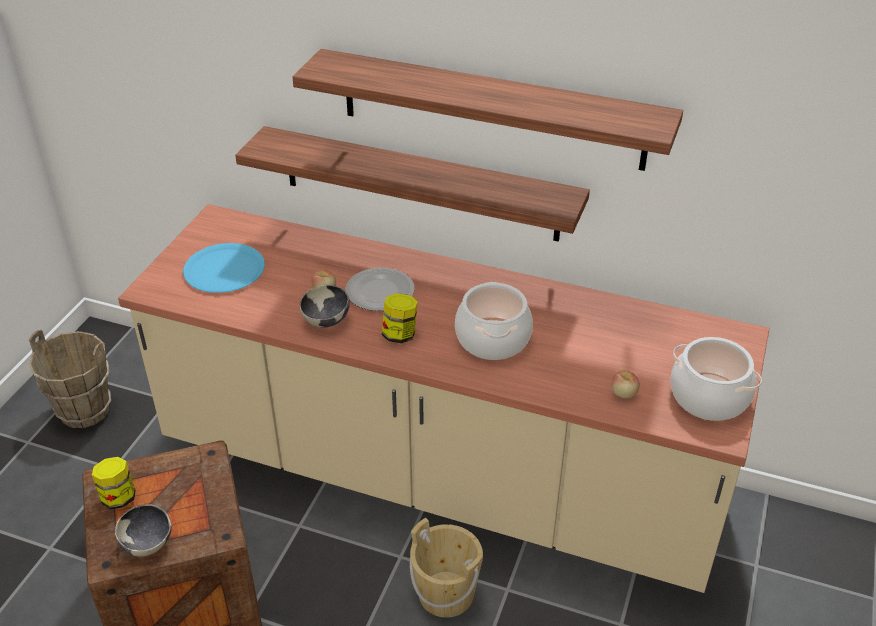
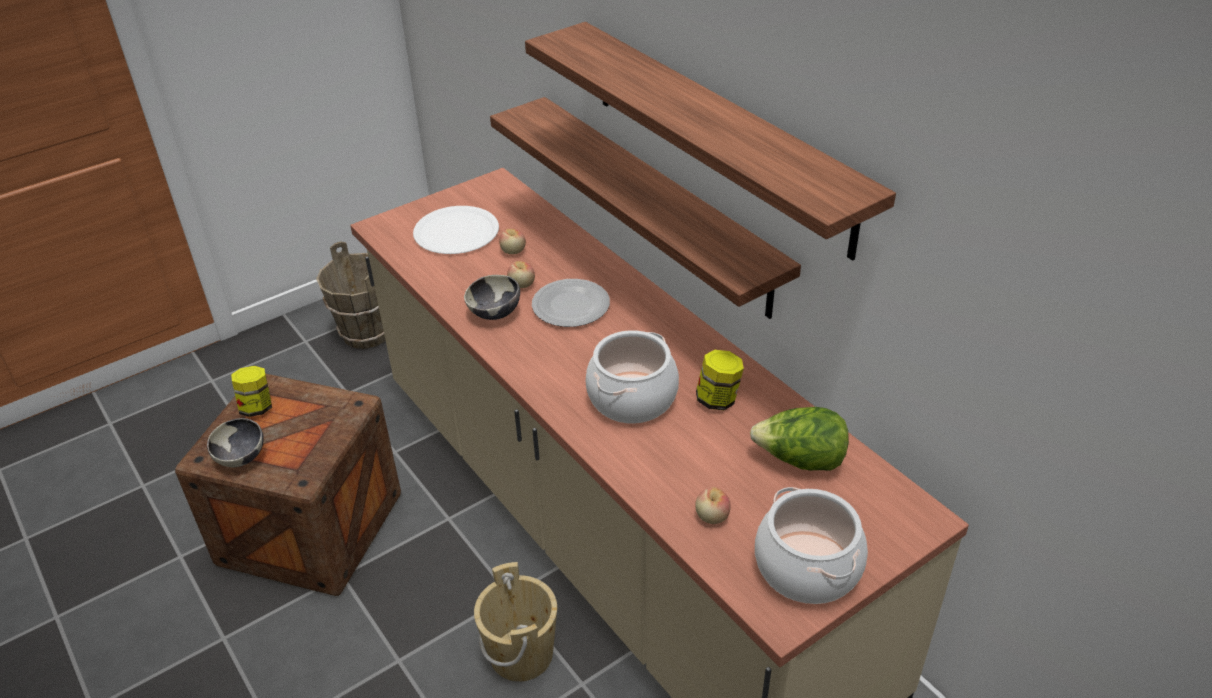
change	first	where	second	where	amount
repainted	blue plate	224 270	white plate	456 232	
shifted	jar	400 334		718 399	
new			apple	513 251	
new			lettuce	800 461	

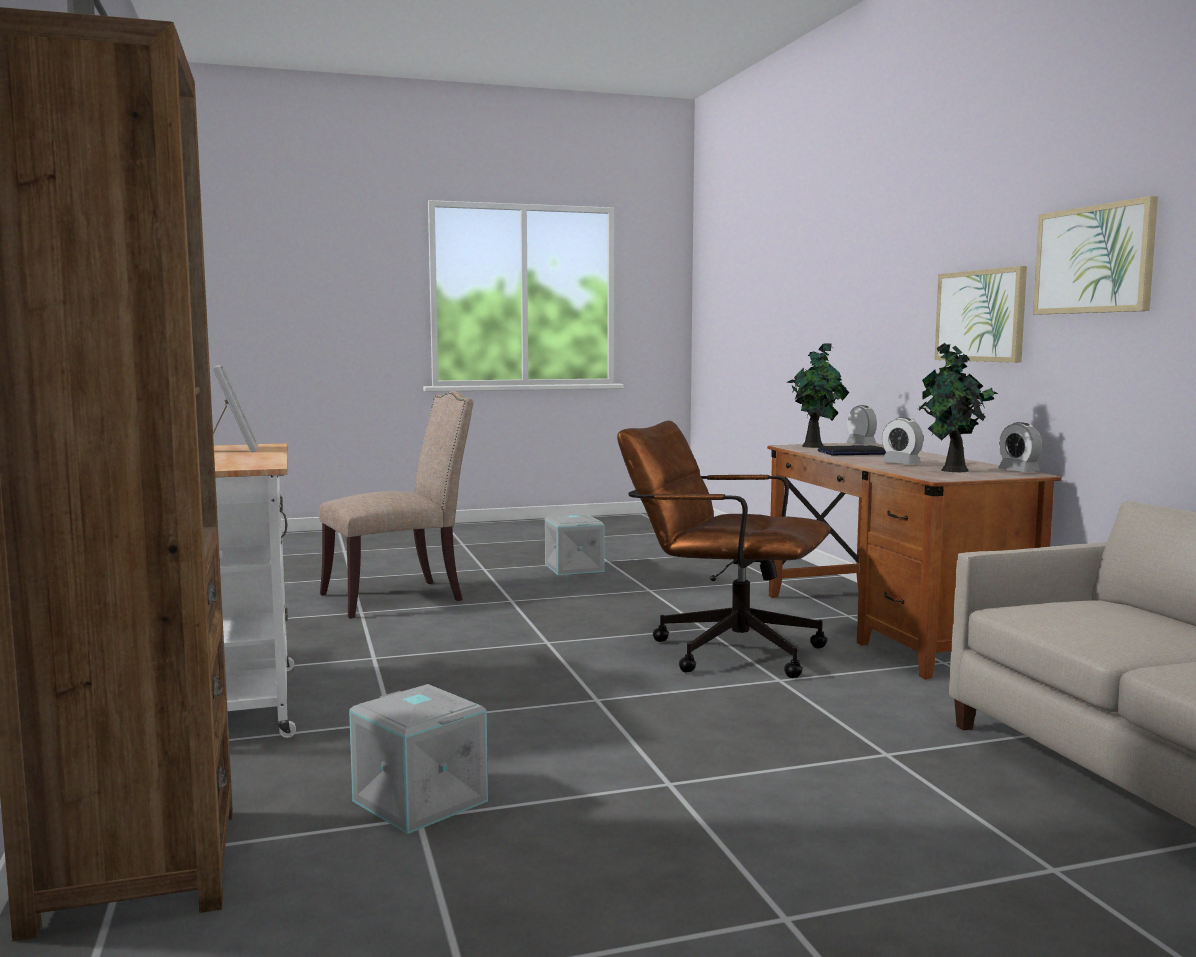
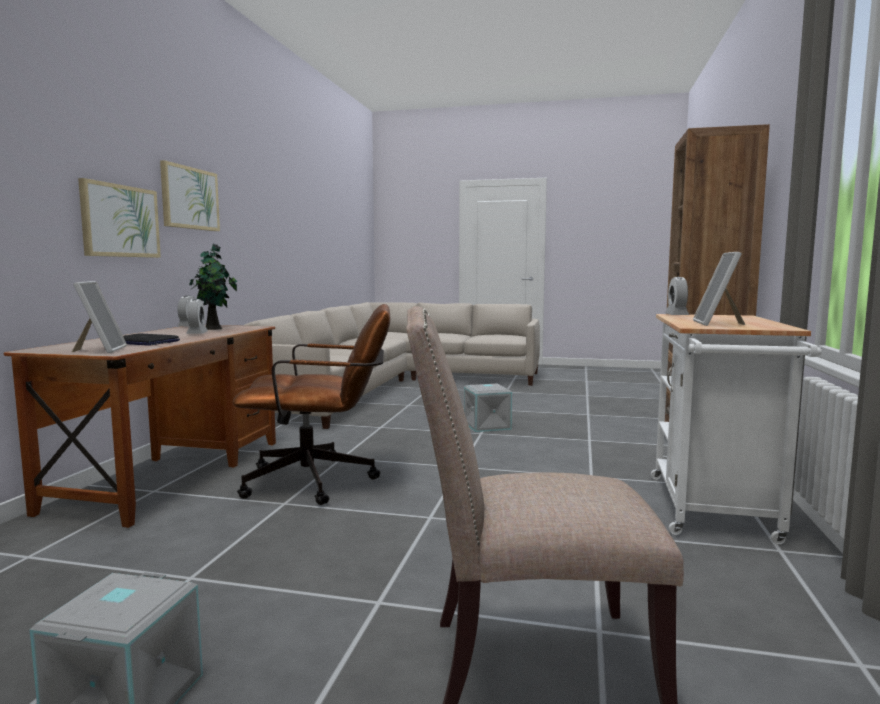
change	first	where	second	where	amount
shifted	grey storage box	417 801		488 425	
rotated	brown office chair	722 650		322 481	60 degrees counterclockwise
swapped	potted plant	815 446	picture frame	100 350	
shifted	alarm clock	861 444		676 315	

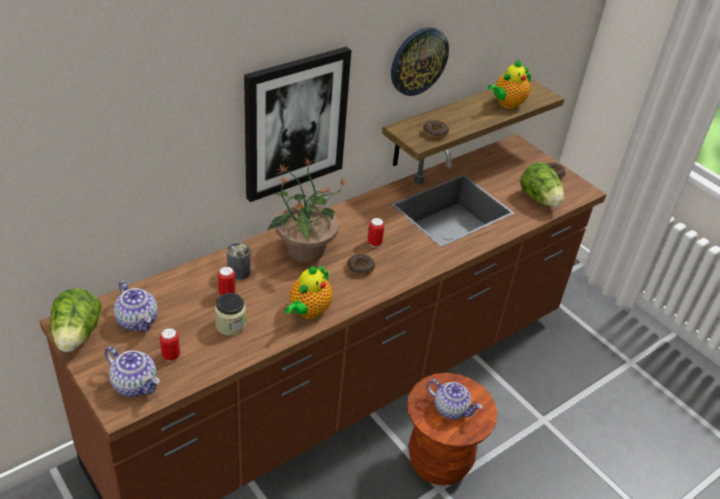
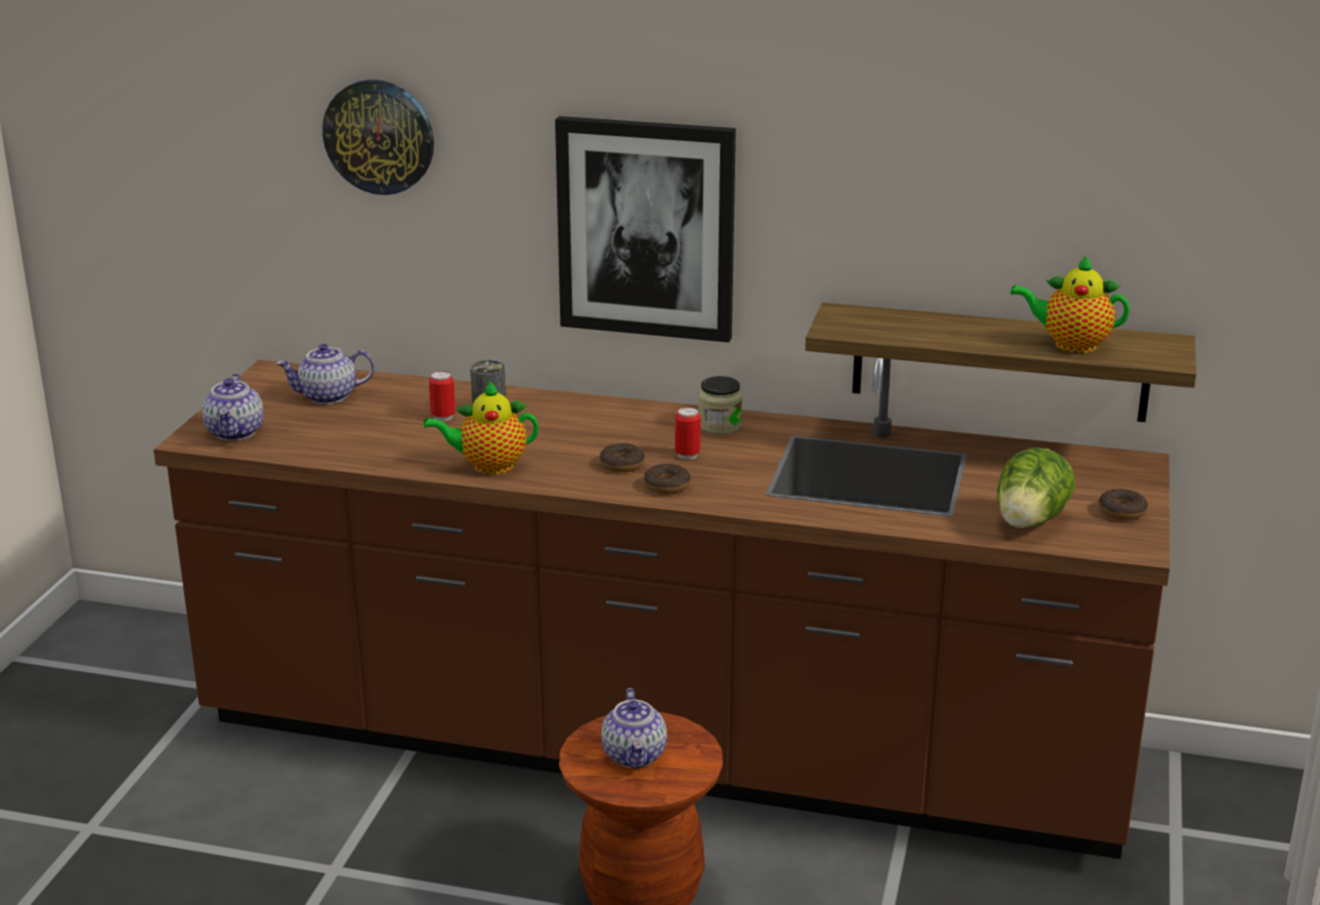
change	first	where	second	where	amount
gone	lettuce	77 335			
rotated	teapot	138 321		327 396	60 degrees clockwise
gone	can	171 356			
shifted	jar	230 325		719 426	
gone	potted plant	304 250			
shifted	wall clock	418 61		379 136	
shifted	donut	435 133		667 486	

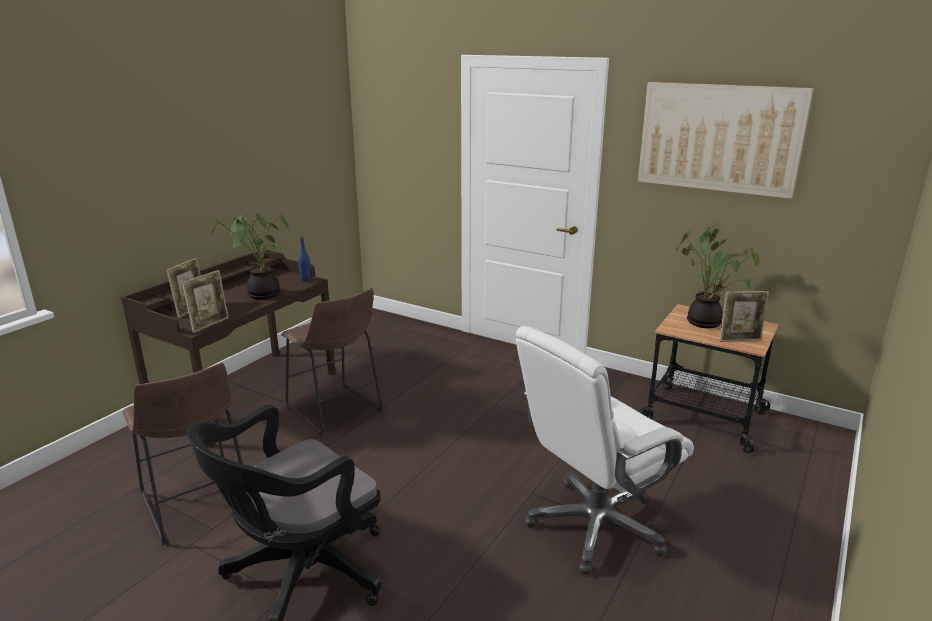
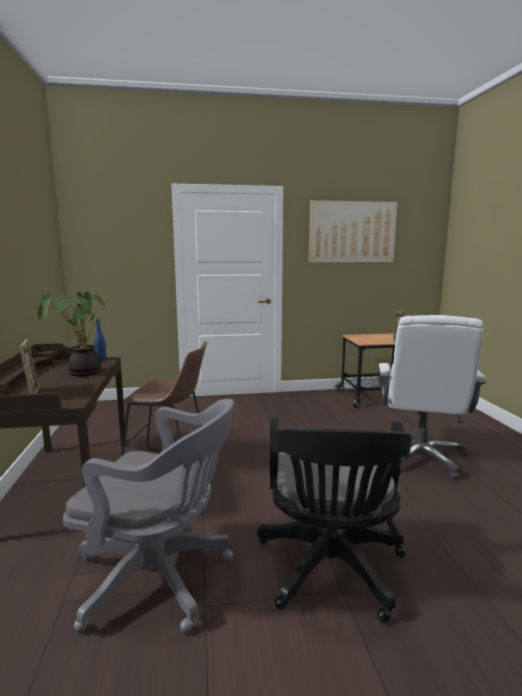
change	first	where	second	where	amount
swapped	brown stool	198 507	grey office chair	161 578	
gone	picture frame	210 324			
gone	potted plant	706 322			

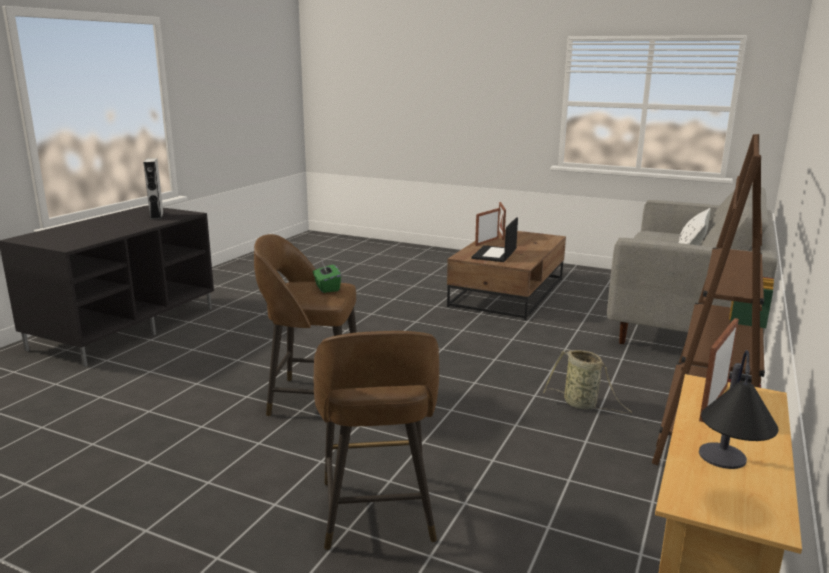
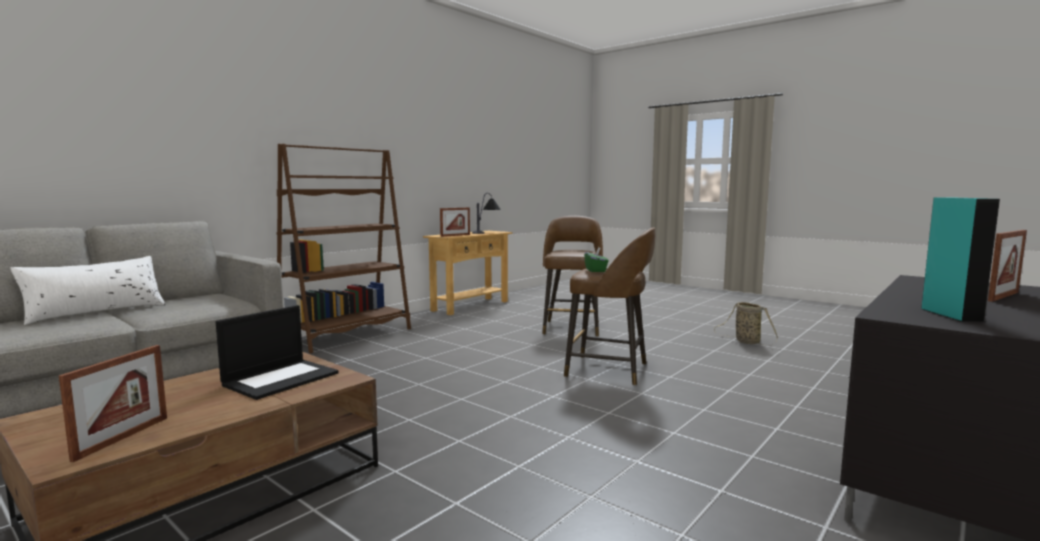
change	first	where	second	where	amount
repainted	grey speaker	156 215	turquoise speaker	951 315	
shifted	picture frame	487 242		1003 296	
shifted	basket	582 405		745 341	

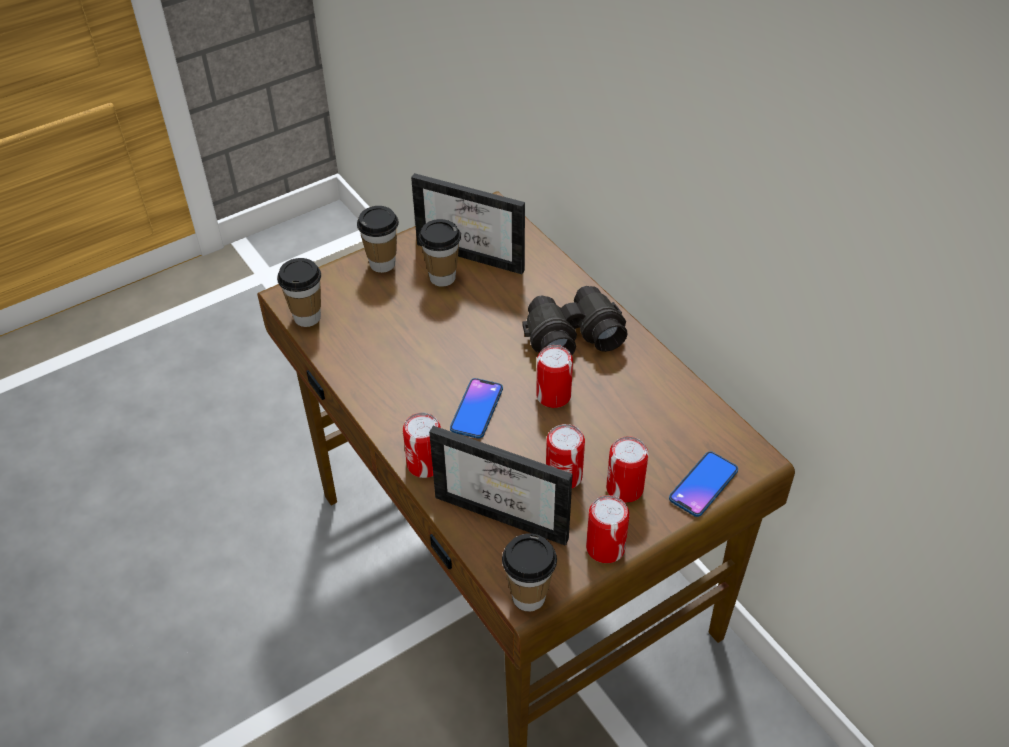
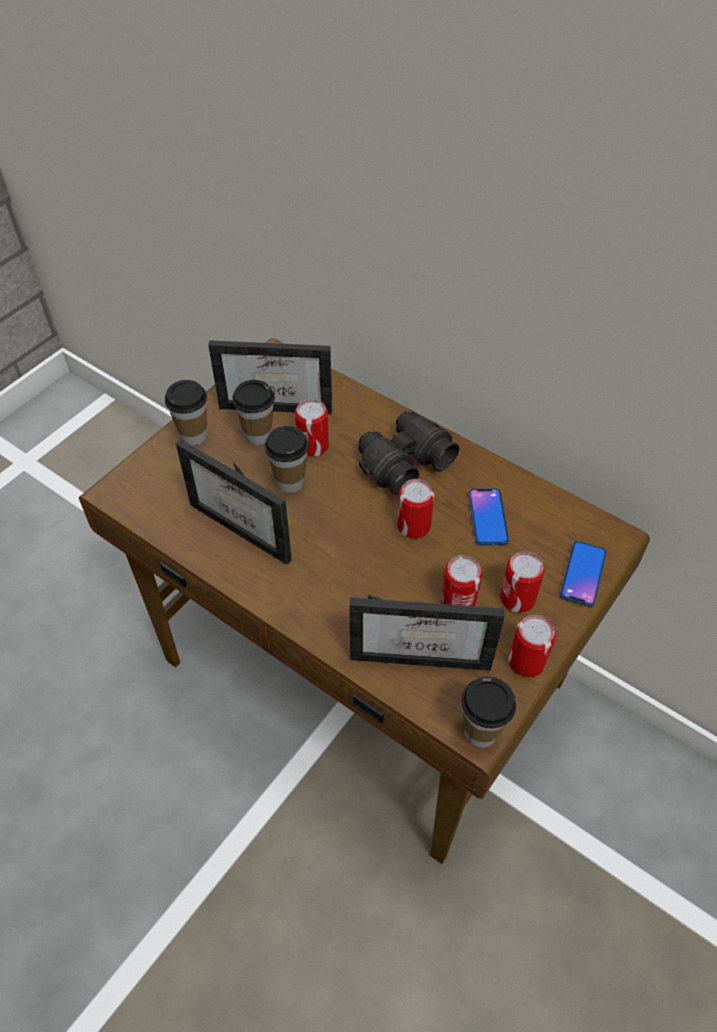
change	first	where	second	where	amount
shifted	cup	307 317		290 482	
shifted	can	425 464		313 446	
shifted	phone	476 409		488 517	
new			picture frame	250 525	

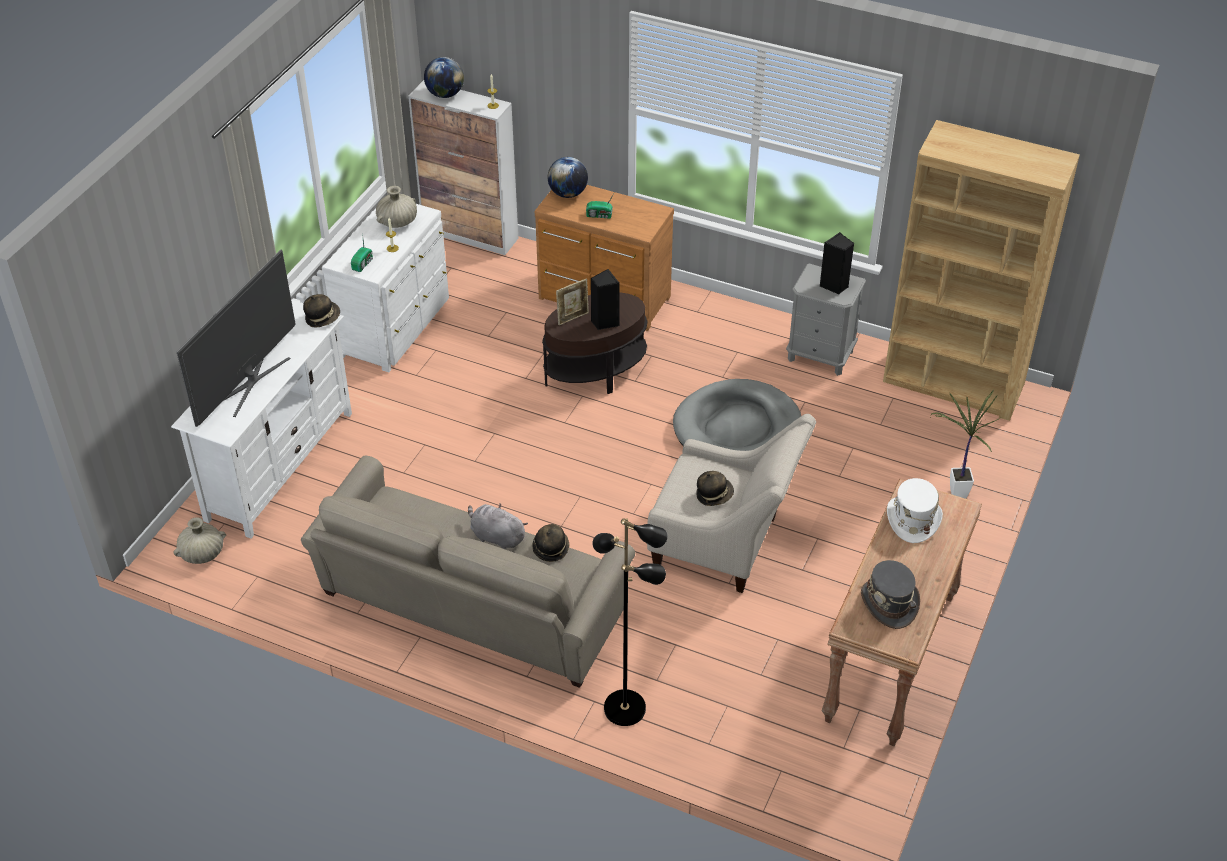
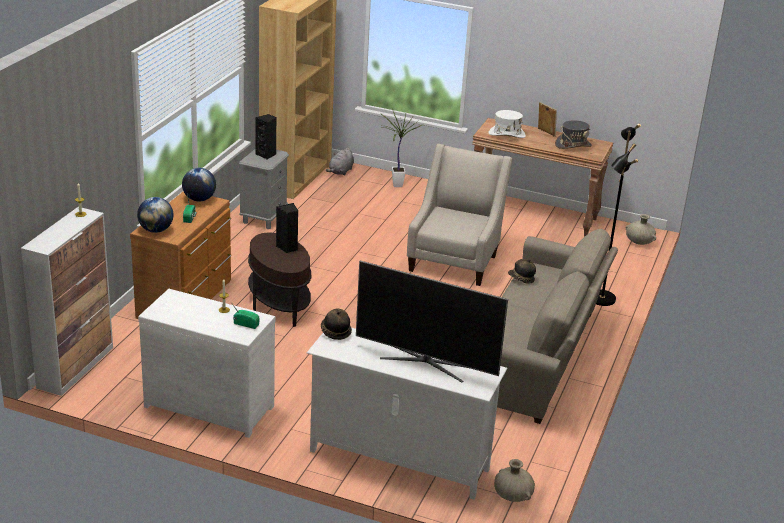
change	first	where	second	where	amount
shifted	beige vase	398 222		639 242	
shifted	globe	445 94		199 199	
shifted	grey plush toy	496 537		341 171	
shifted	picture frame	573 318		545 132	
gone	grey dog bed	737 428			
gone	hat	714 494			

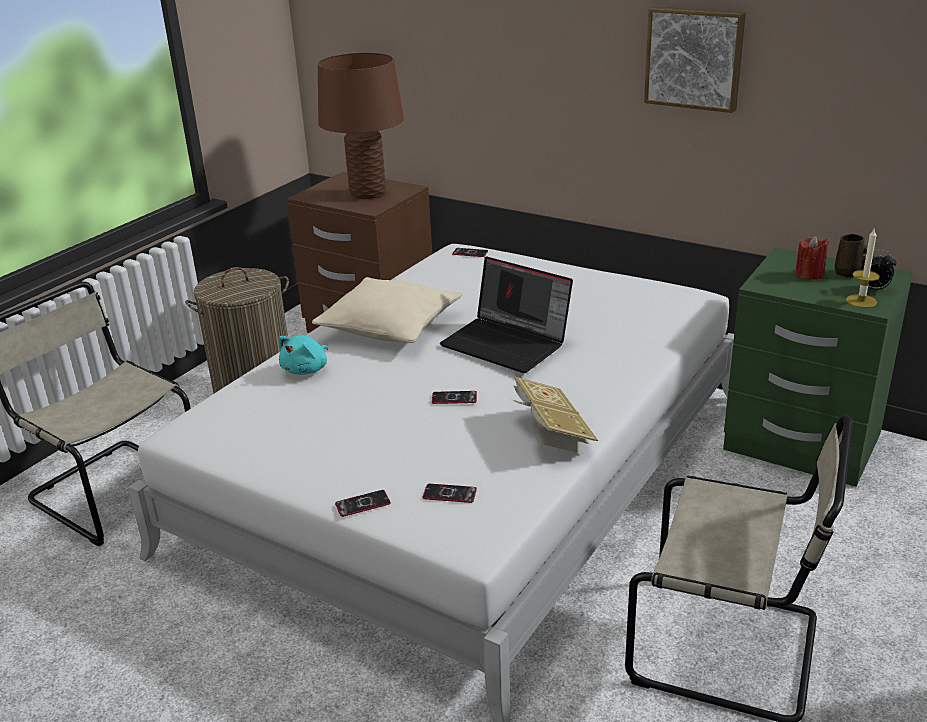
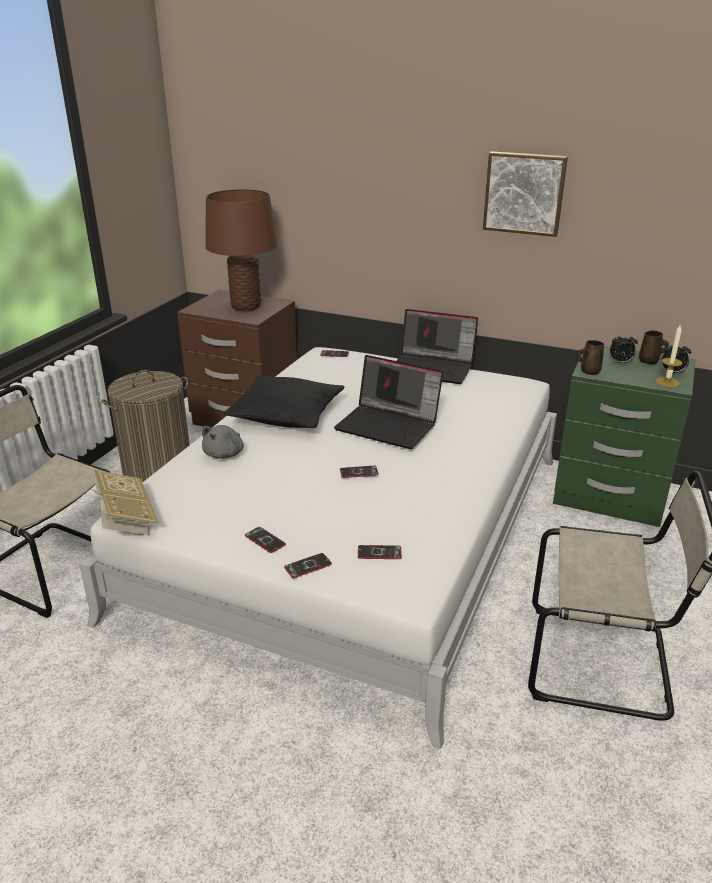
change	first	where	second	where	amount
repainted	turquoise plush toy	306 369	grey plush toy	225 454	
repainted	beige pillow	390 326	black pillow	286 415	
shifted	book	550 434		126 519	
swapped	red candle	809 274	alarm clock	620 363	
new			phone	265 540	
new			laptop	433 368	
new			brown mug	589 371	

